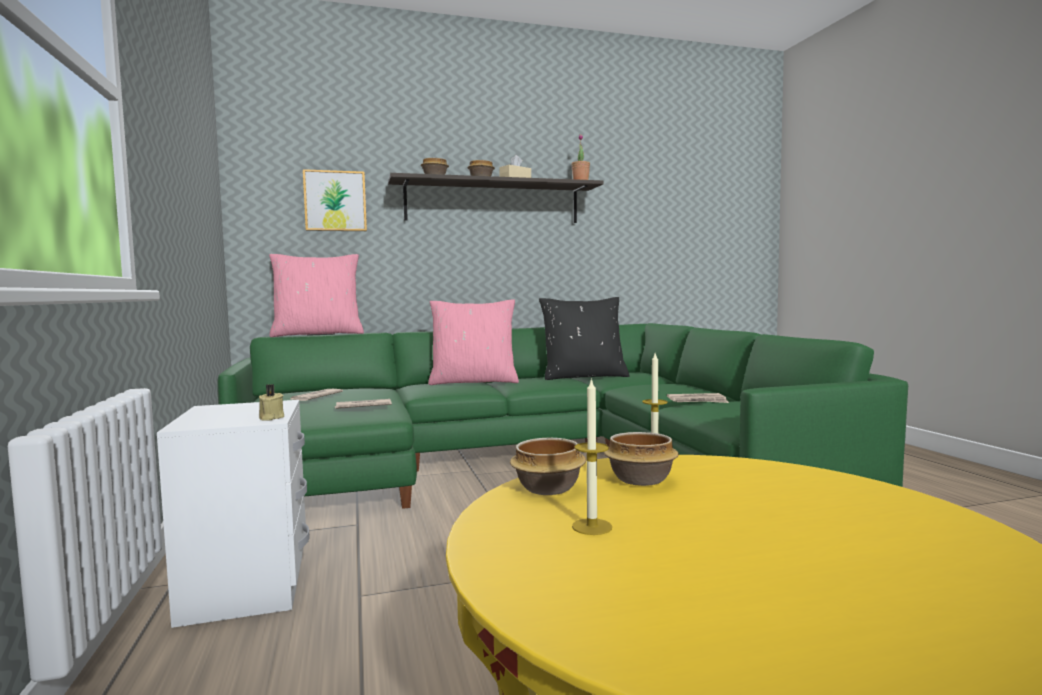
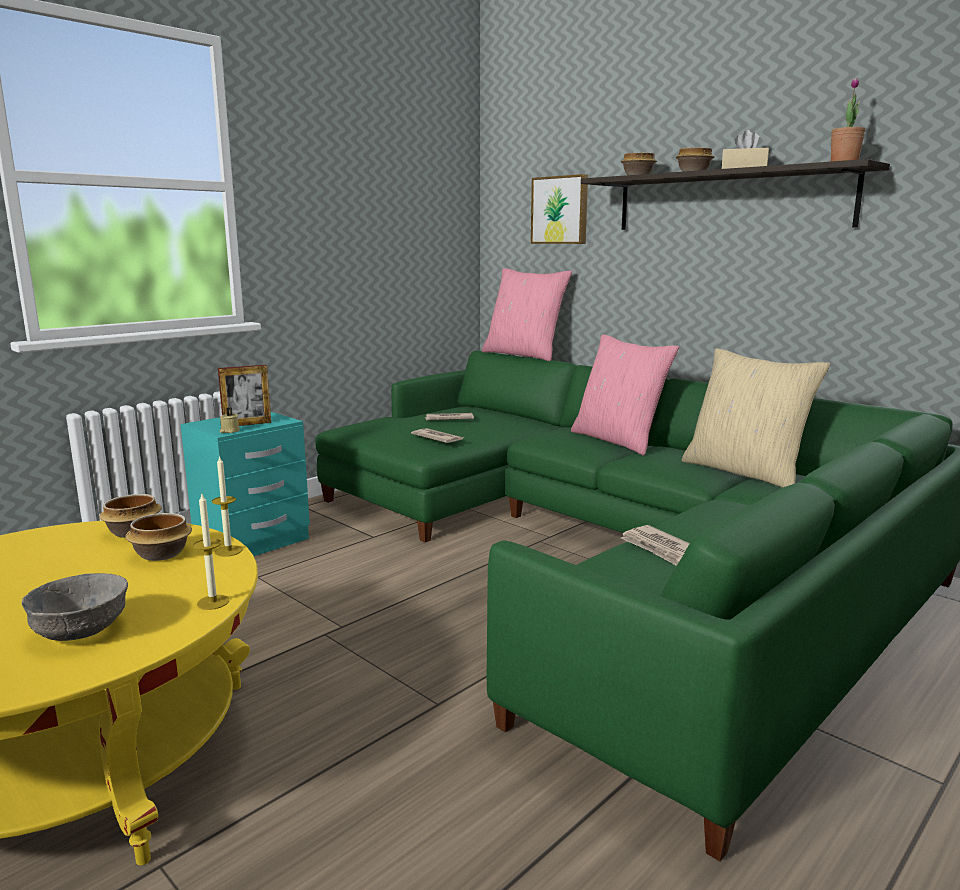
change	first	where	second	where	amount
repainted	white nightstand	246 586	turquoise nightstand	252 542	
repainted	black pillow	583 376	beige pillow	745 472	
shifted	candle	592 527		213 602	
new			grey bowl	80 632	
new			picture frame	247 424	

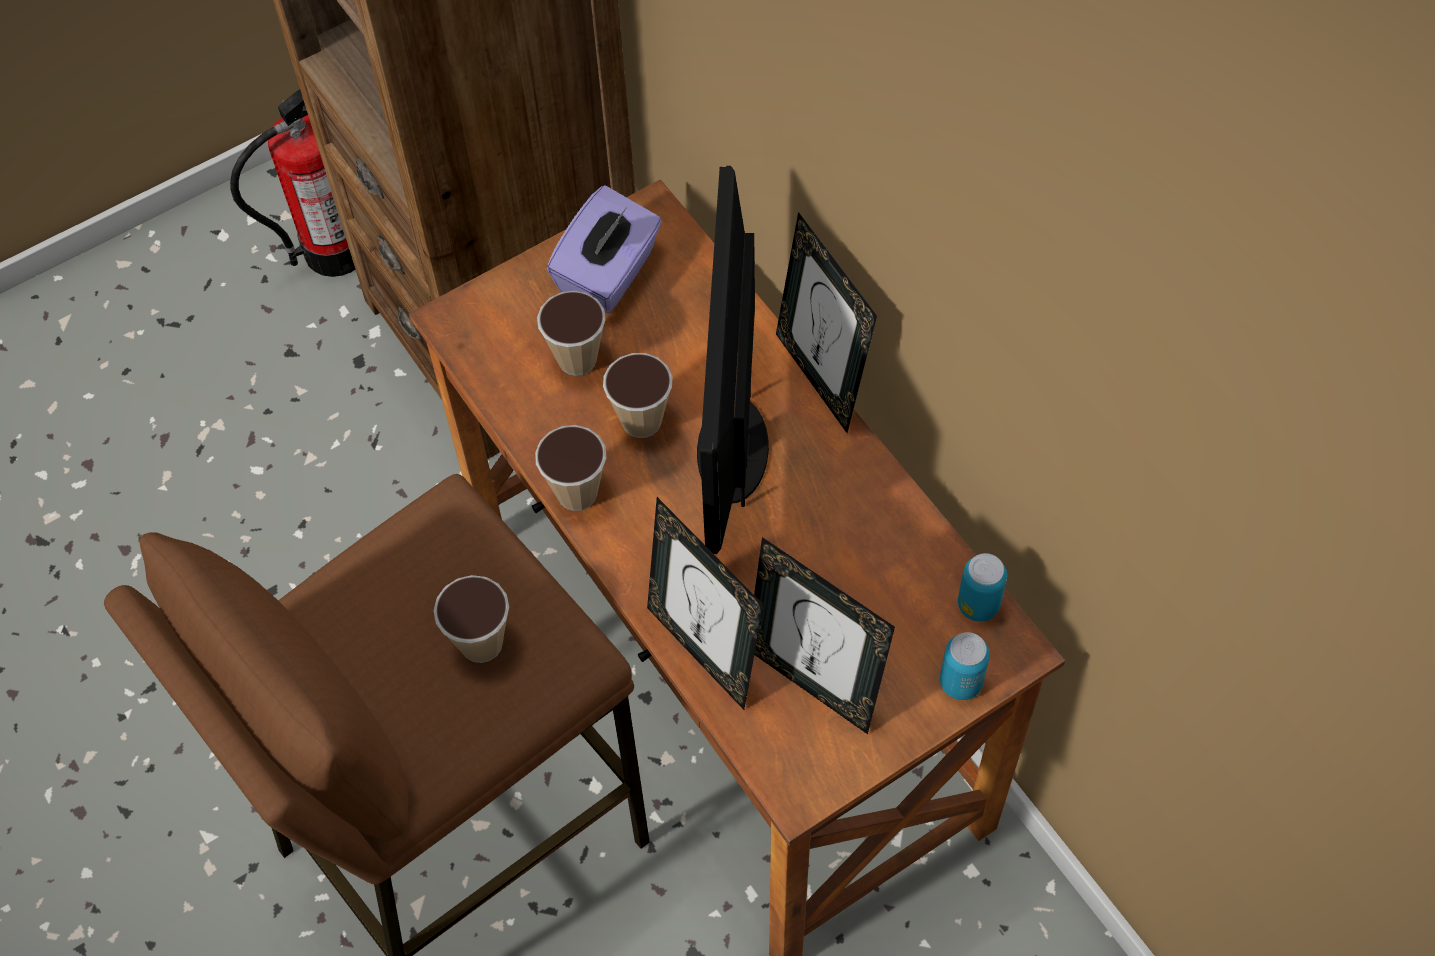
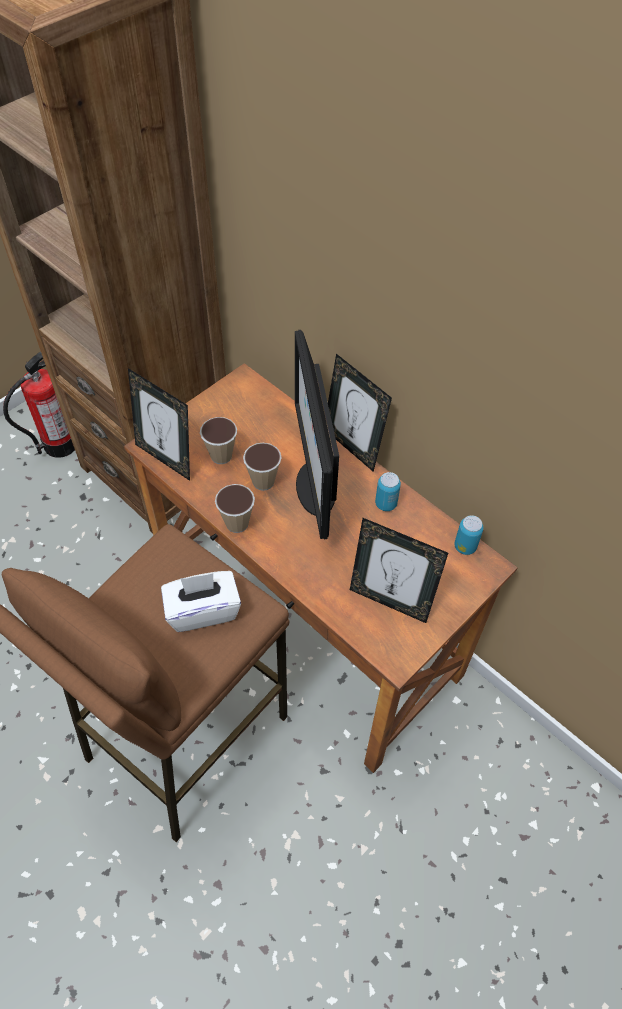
change	first	where	second	where	amount
swapped	cup	481 643	white tissue box	203 610	
gone	purple tissue box	609 273			
shifted	picture frame	704 650		166 458	
shifted	can	960 682		386 504	

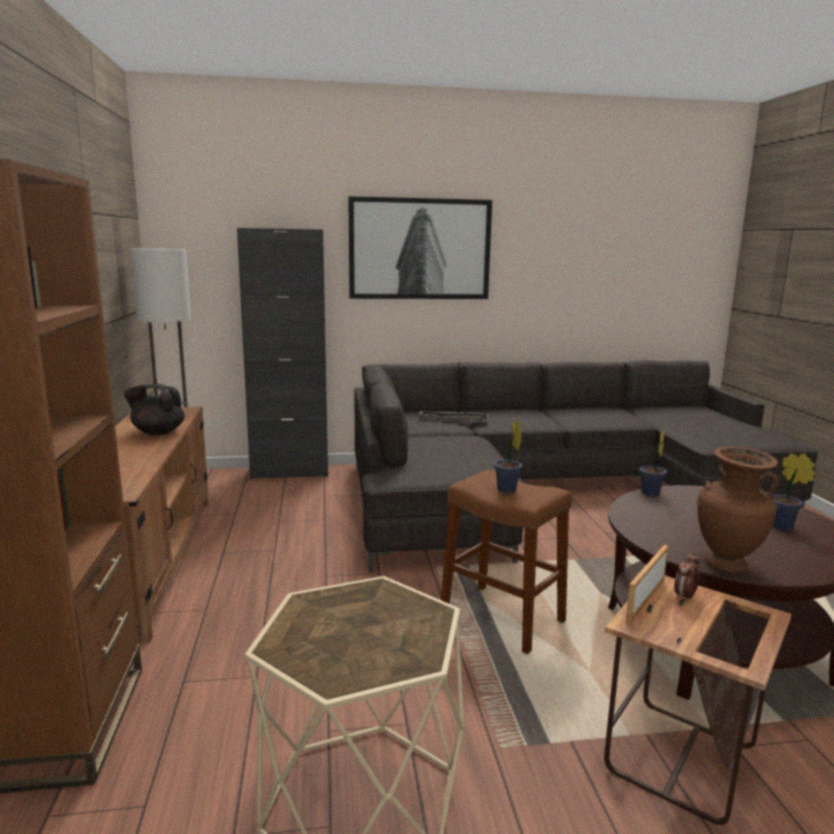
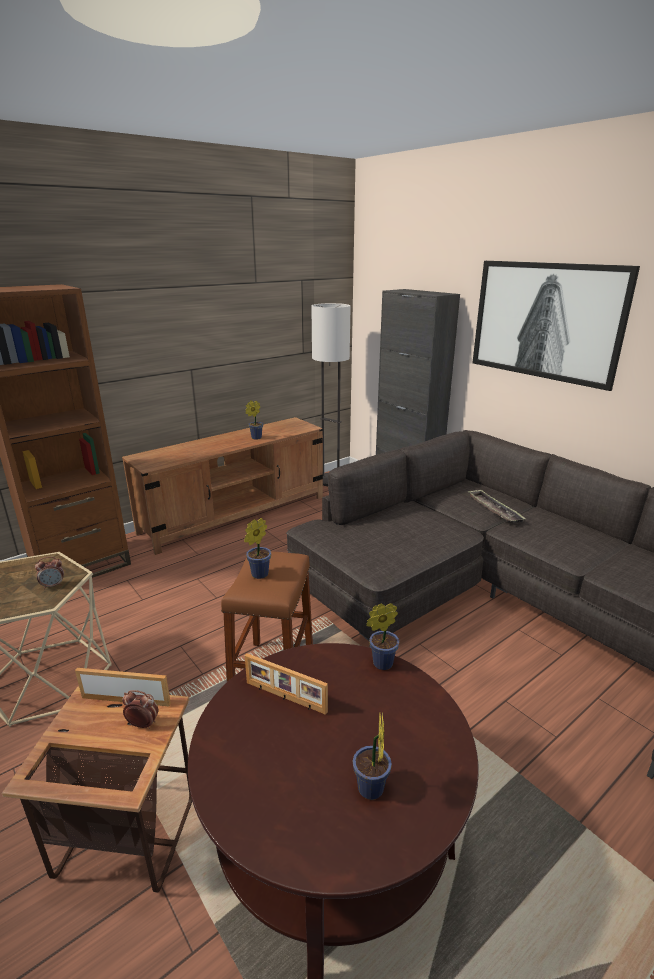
change	first	where	second	where	amount
swapped	black teapot	158 432	potted plant	255 438	
gone	brown vase	726 565			
new			alarm clock	53 585	
new			picture frame	285 698	

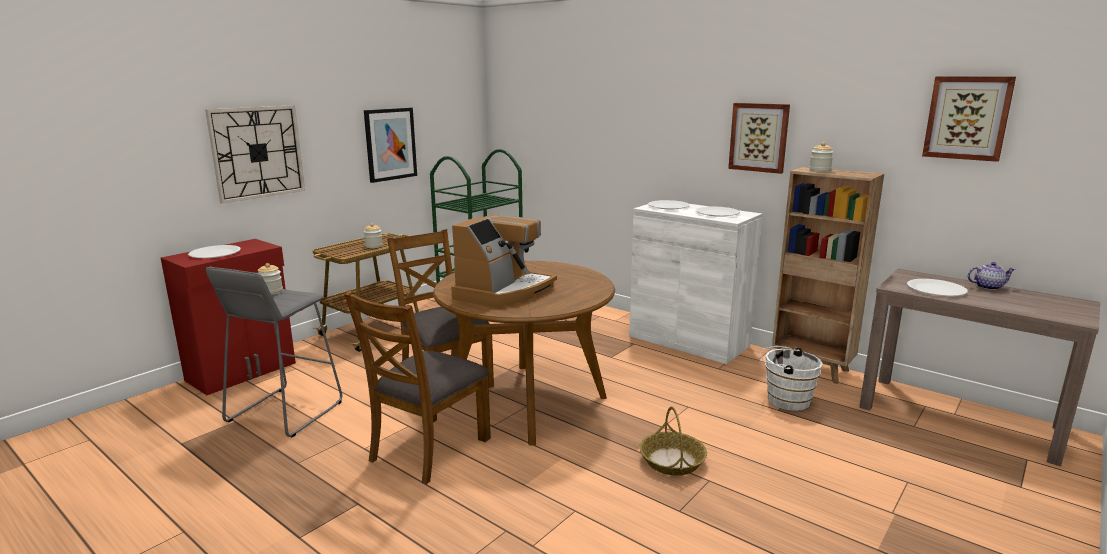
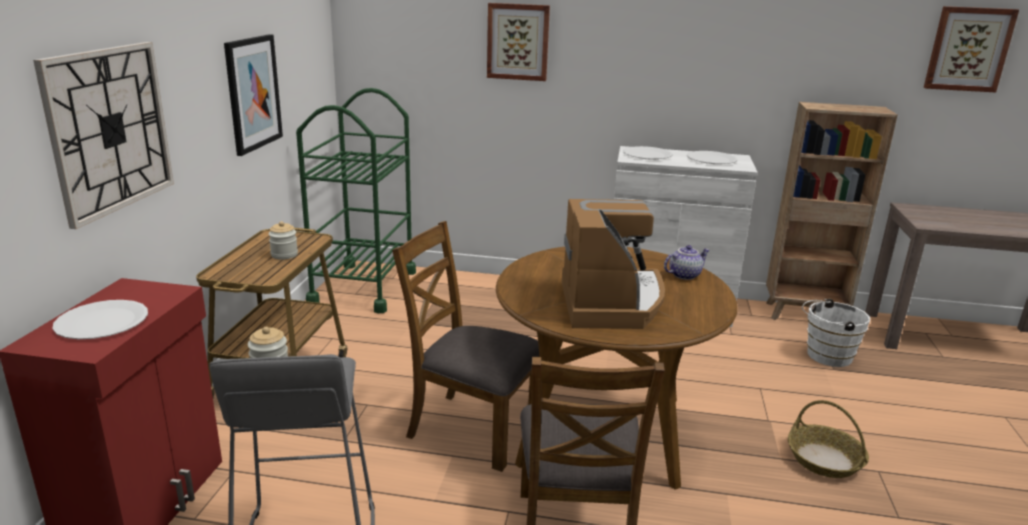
change	first	where	second	where	amount
shifted	picture	759 137		518 42	
gone	jar	820 170			
gone	white plate	936 289			
shifted	teapot	988 287		684 275	

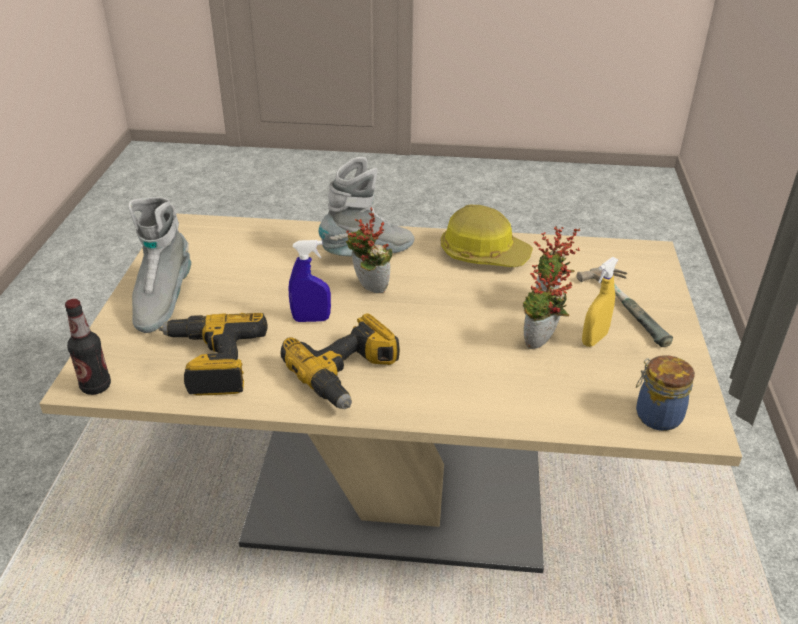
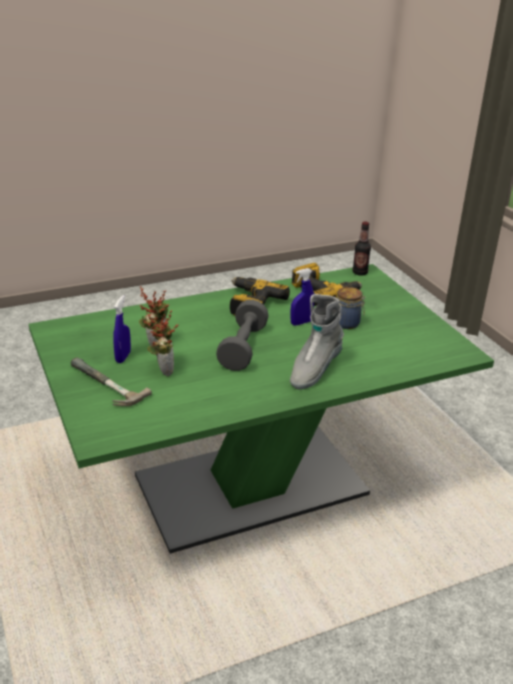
change	first	where	second	where	amount
repainted	beige dining table	397 496	green dining table	251 485	
gone	grey boot	162 301			
gone	potted plant	368 289			
gone	hard hat	483 254			
repainted	yellow spray bottle	594 339	blue spray bottle	123 357	
shifted	jar	656 415		348 323	
new			grey dumbbell	243 348	

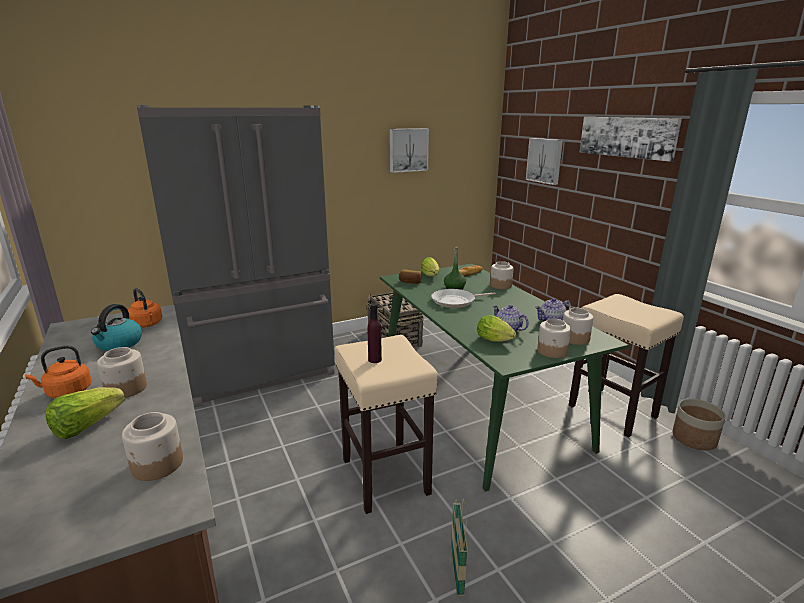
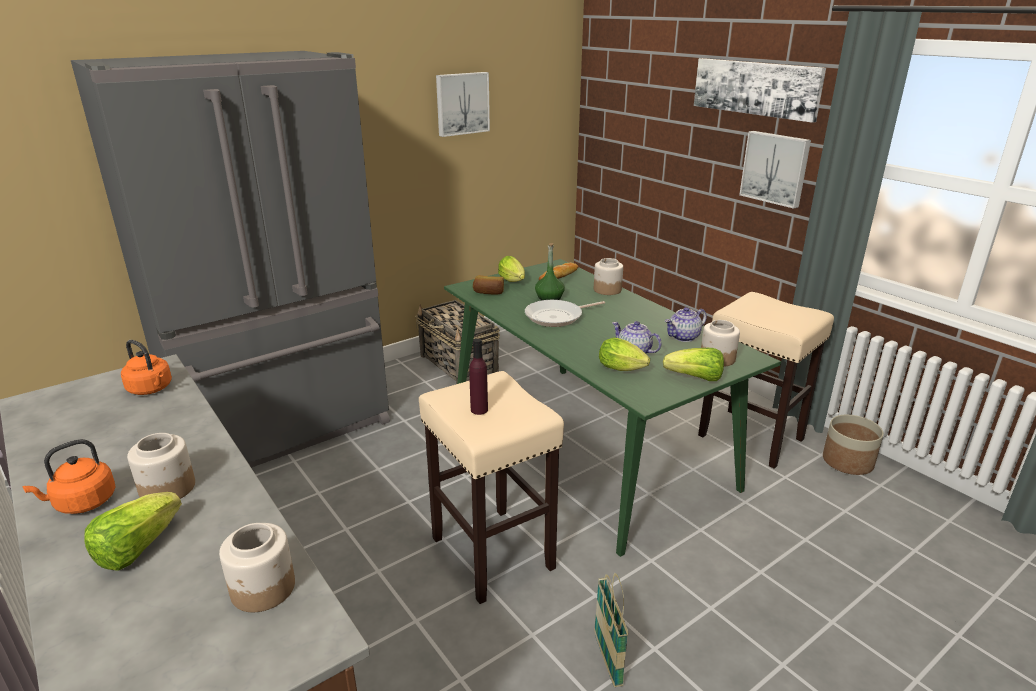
change	first	where	second	where	amount
gone	kettle	119 344			
shifted	picture	545 160		775 168	
swapped	jar	552 351	lettuce	695 378	

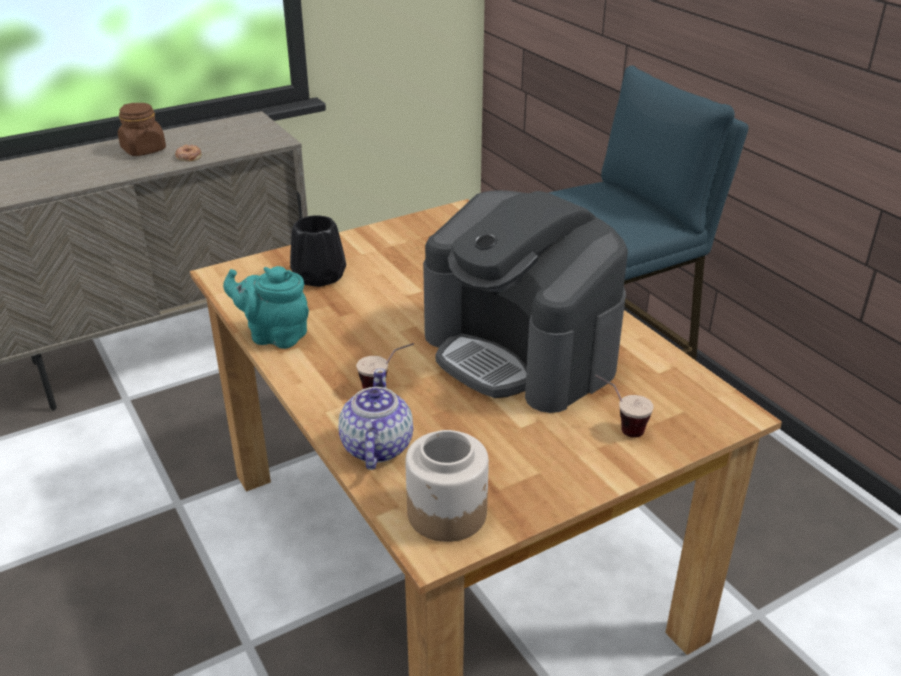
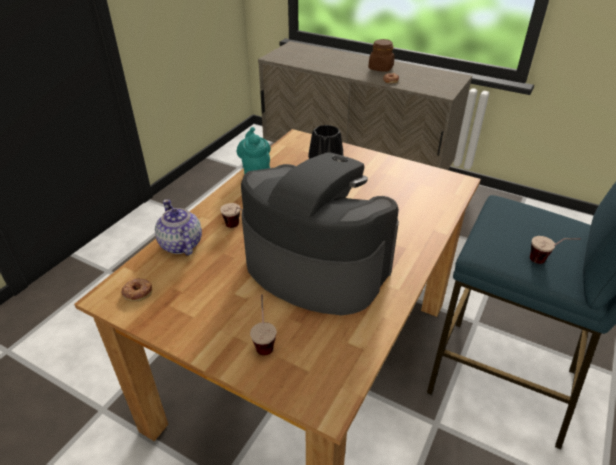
change	first	where	second	where	amount
rotated	teapot	376 447		180 245	90 degrees counterclockwise
swapped	jar	448 513	donut	137 292	
rotated	coffee machine	521 352		316 266	105 degrees clockwise
new			cup	546 261	

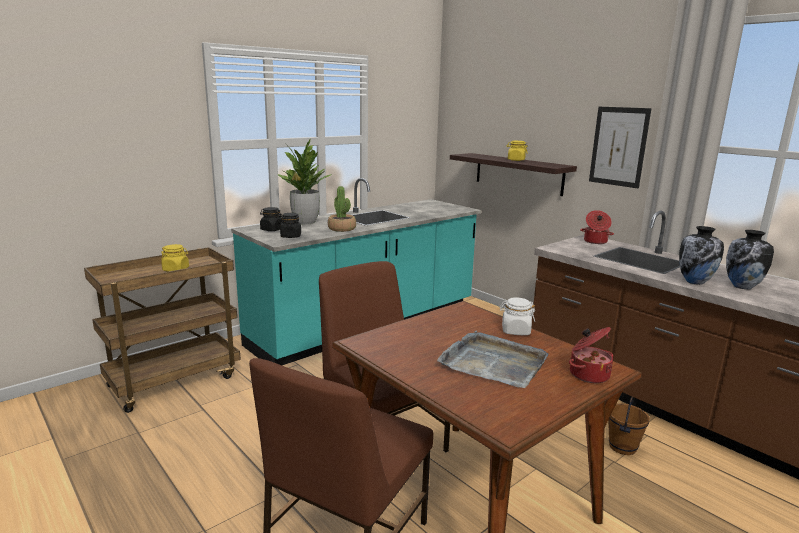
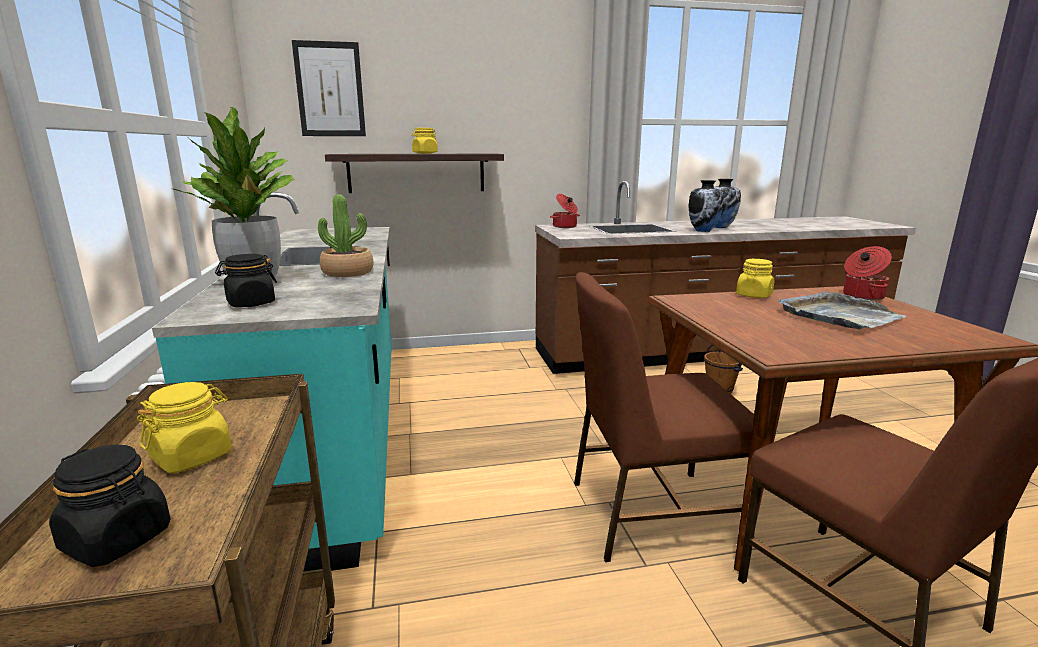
change	first	where	second	where	amount
shifted	black jar	291 236		118 540	
repainted	white jar	515 331	yellow jar	754 295	
shifted	picture	618 146		330 89	

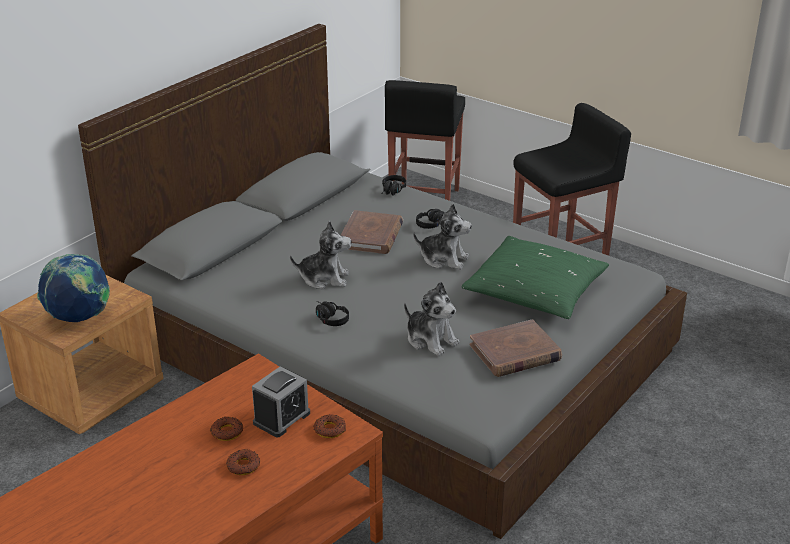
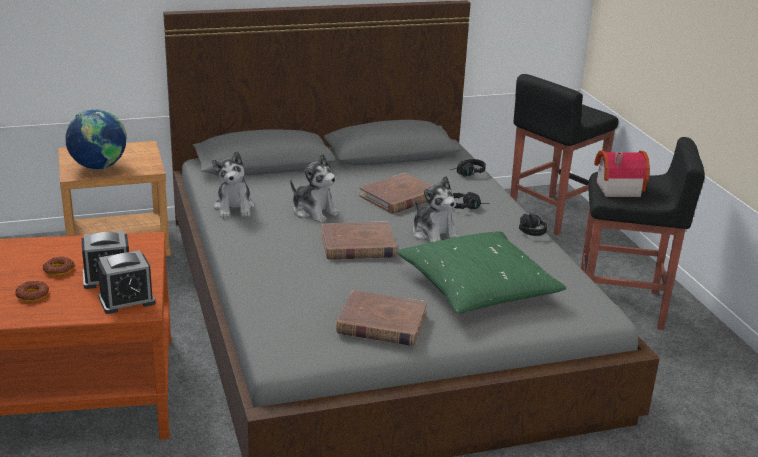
change	first	where	second	where	amount
swapped	donut	330 429	alarm clock	127 300	
shifted	black headphones	328 318		529 229	
shifted	plush toy	431 340		234 208	
new			brown book	358 245	
new			toy house	616 188	

